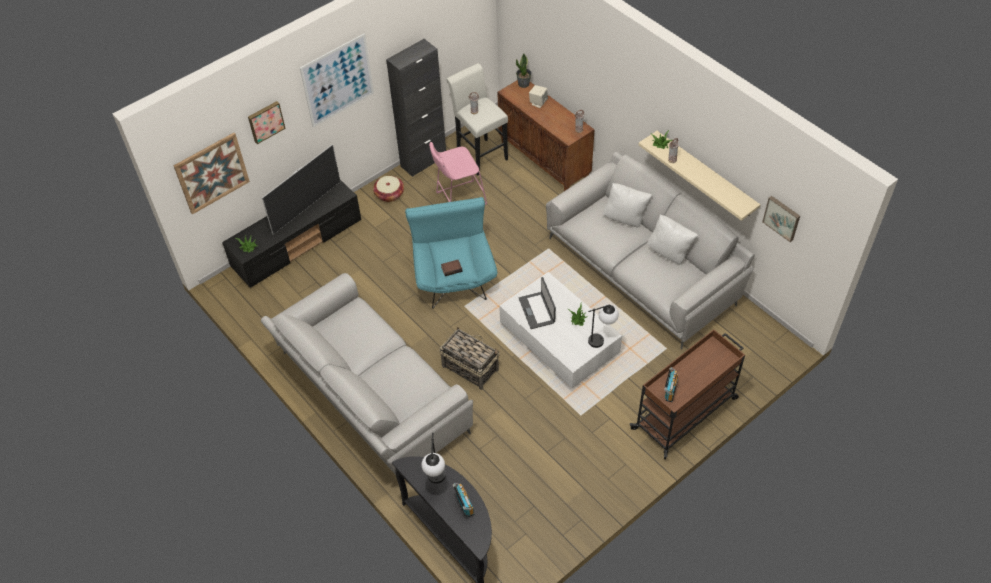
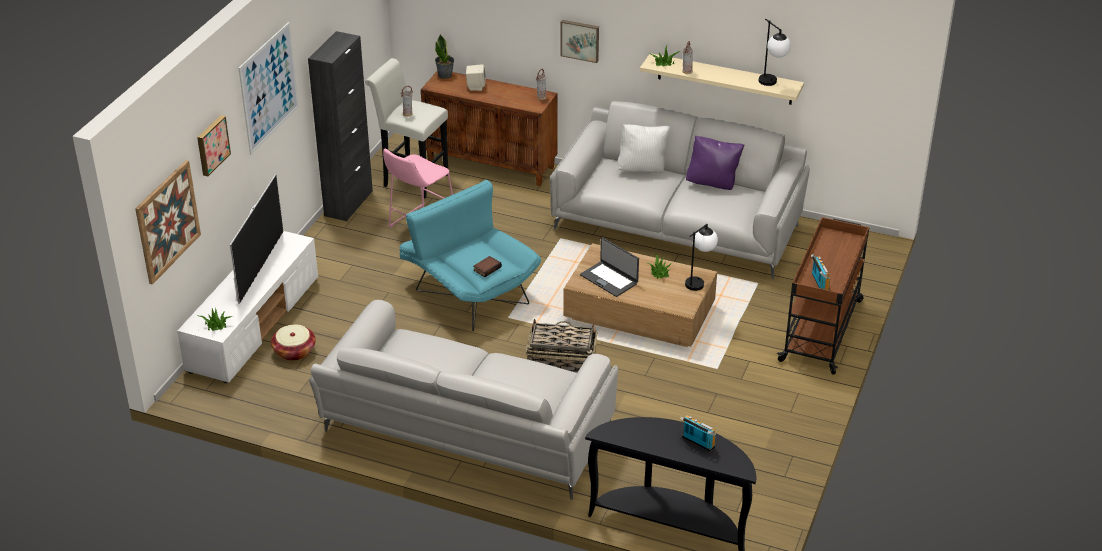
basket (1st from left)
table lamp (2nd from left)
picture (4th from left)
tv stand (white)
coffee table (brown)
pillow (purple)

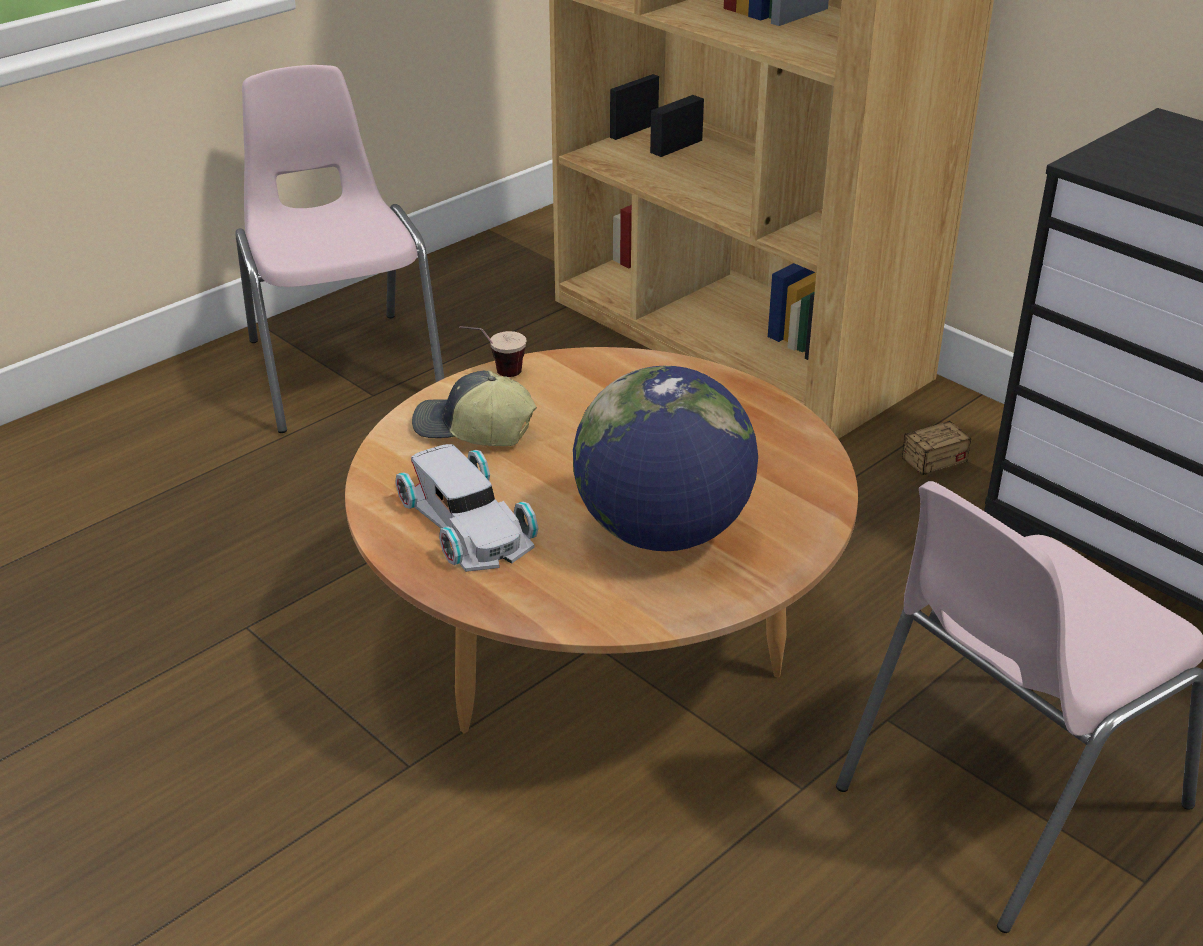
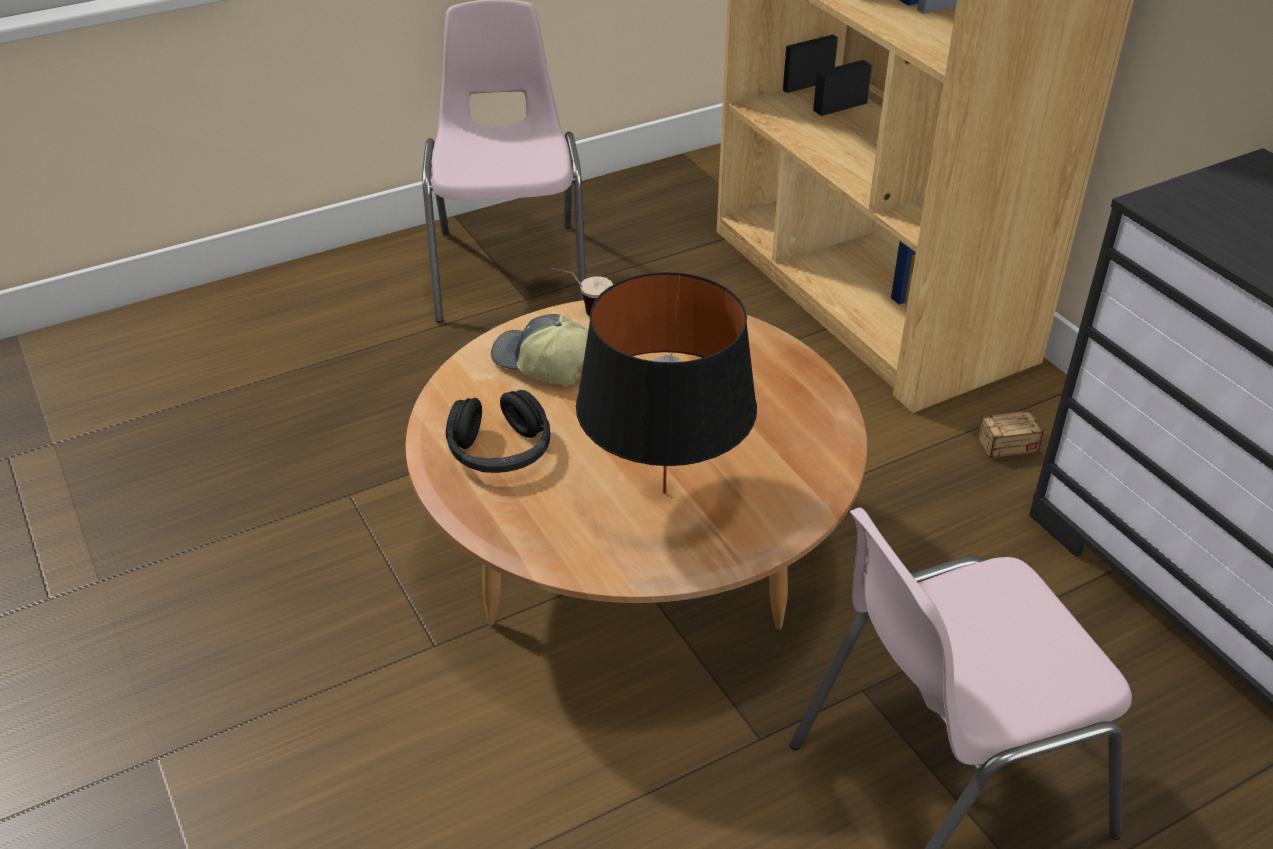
headphones (black)
table lamp (black)

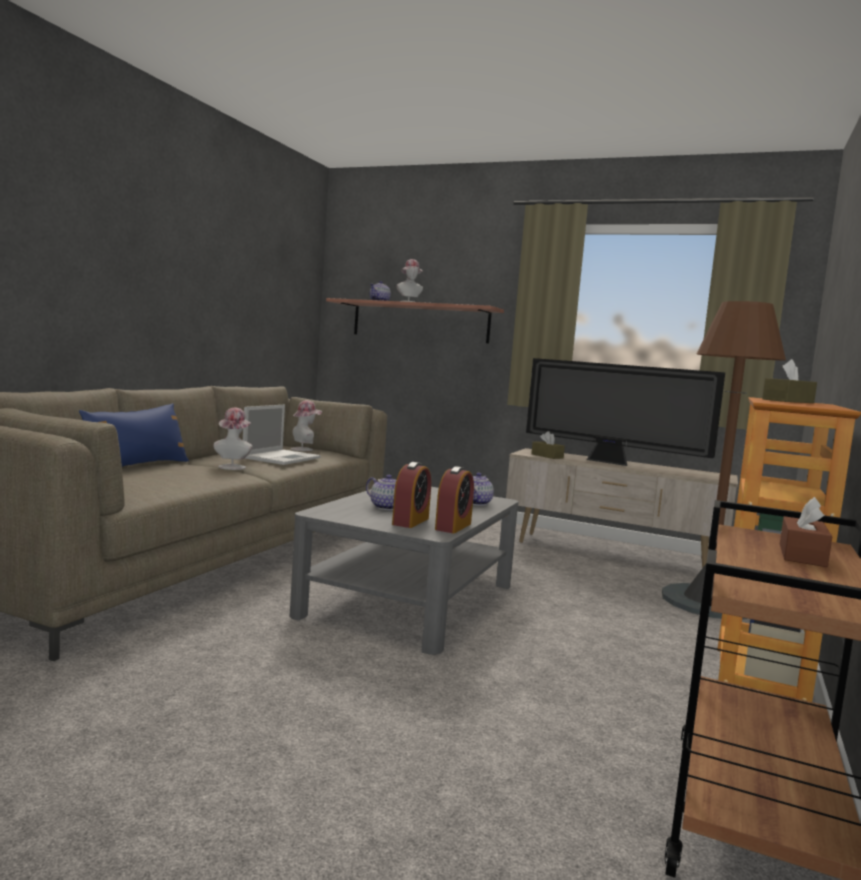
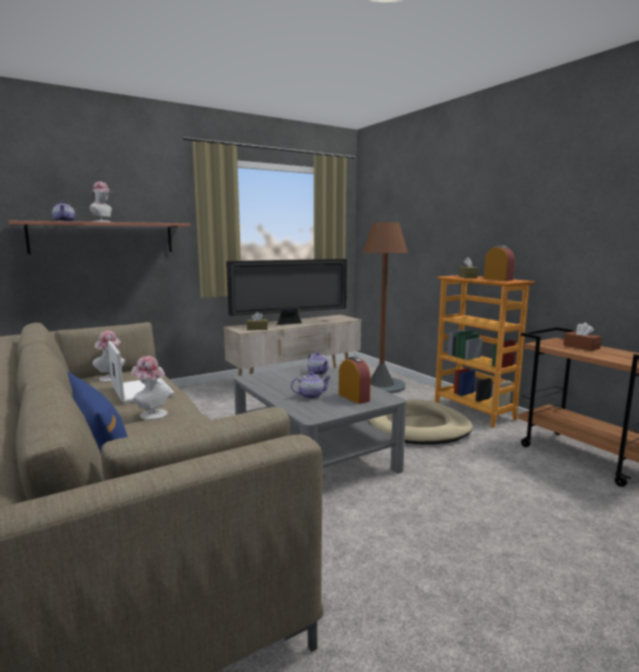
dog bed (beige)
alarm clock (2nd from left)

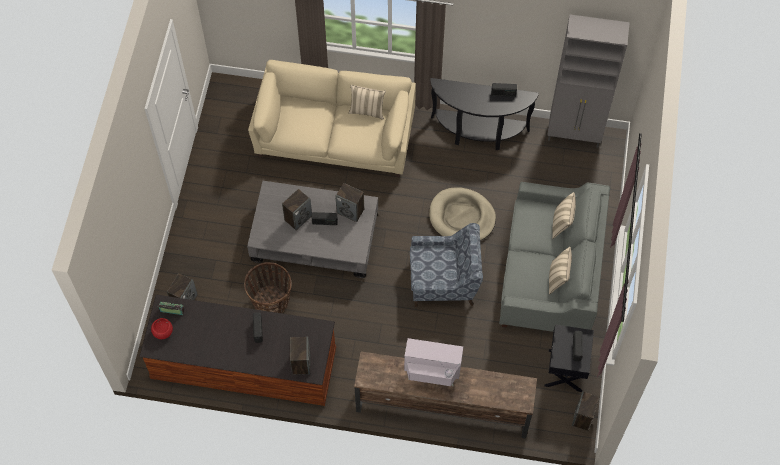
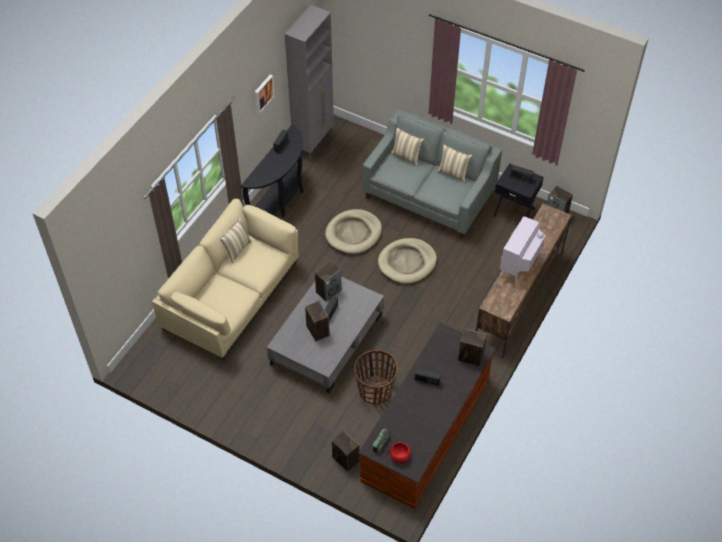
picture
dog bed (beige) (2nd from left)

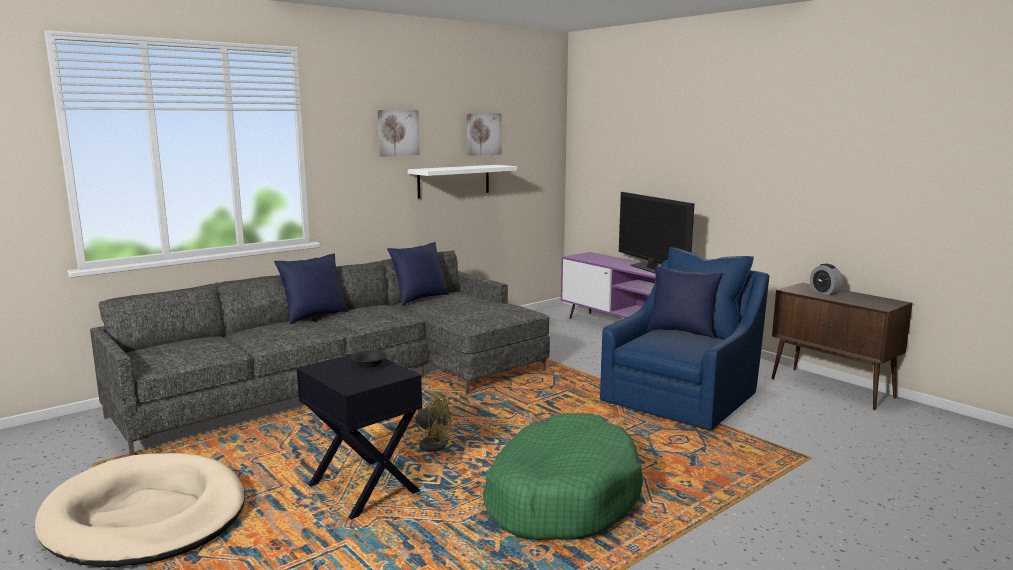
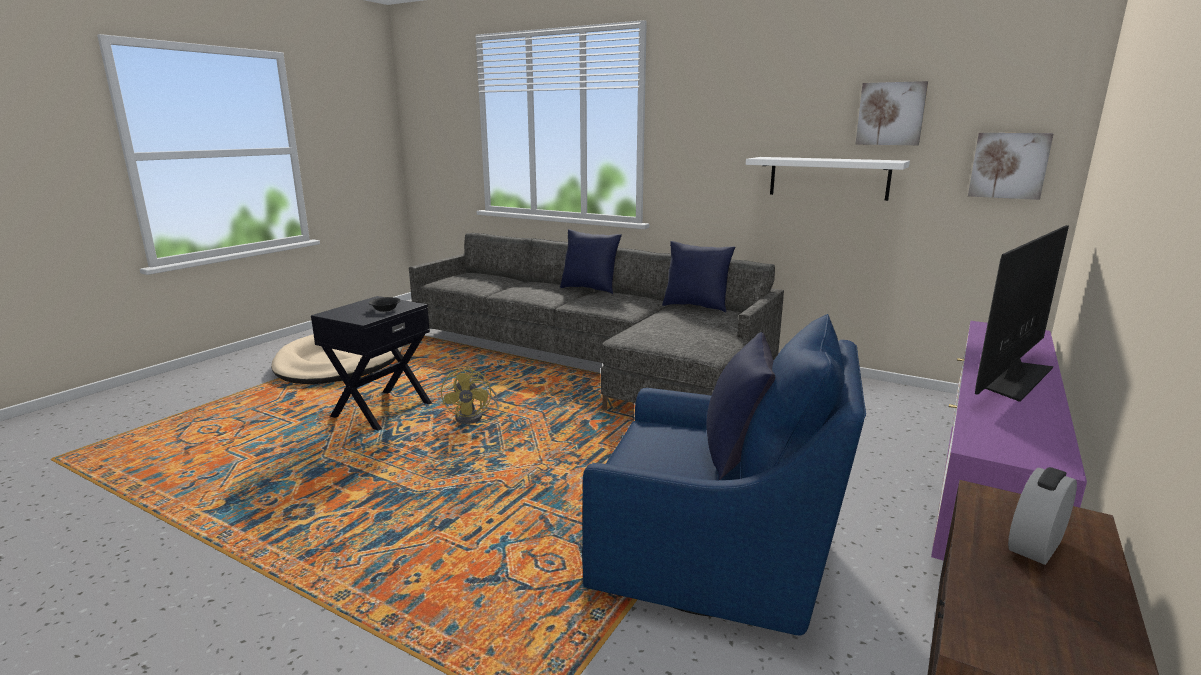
dog bed (green)
picture (2nd from left)

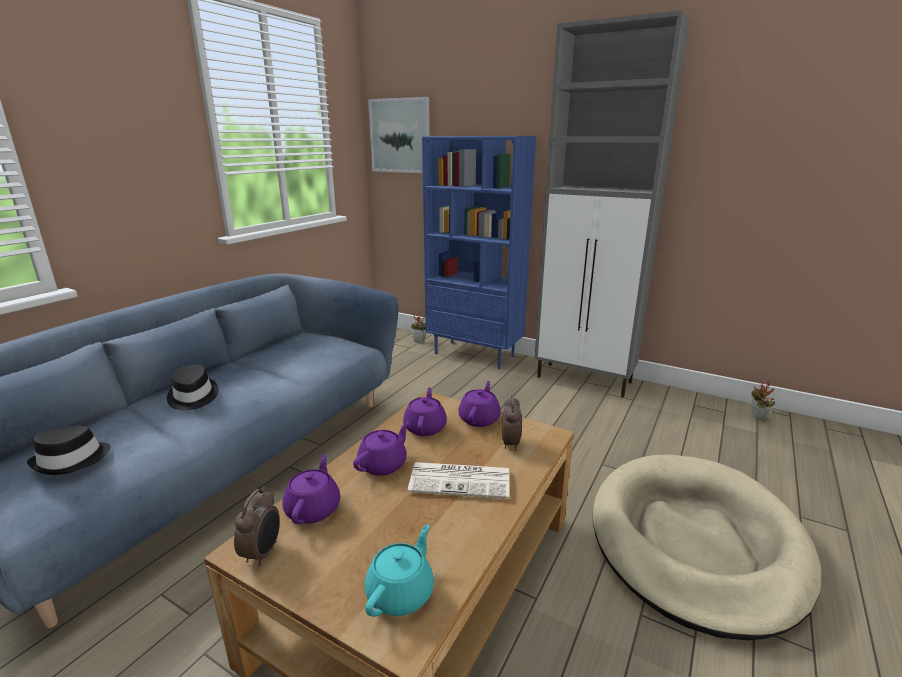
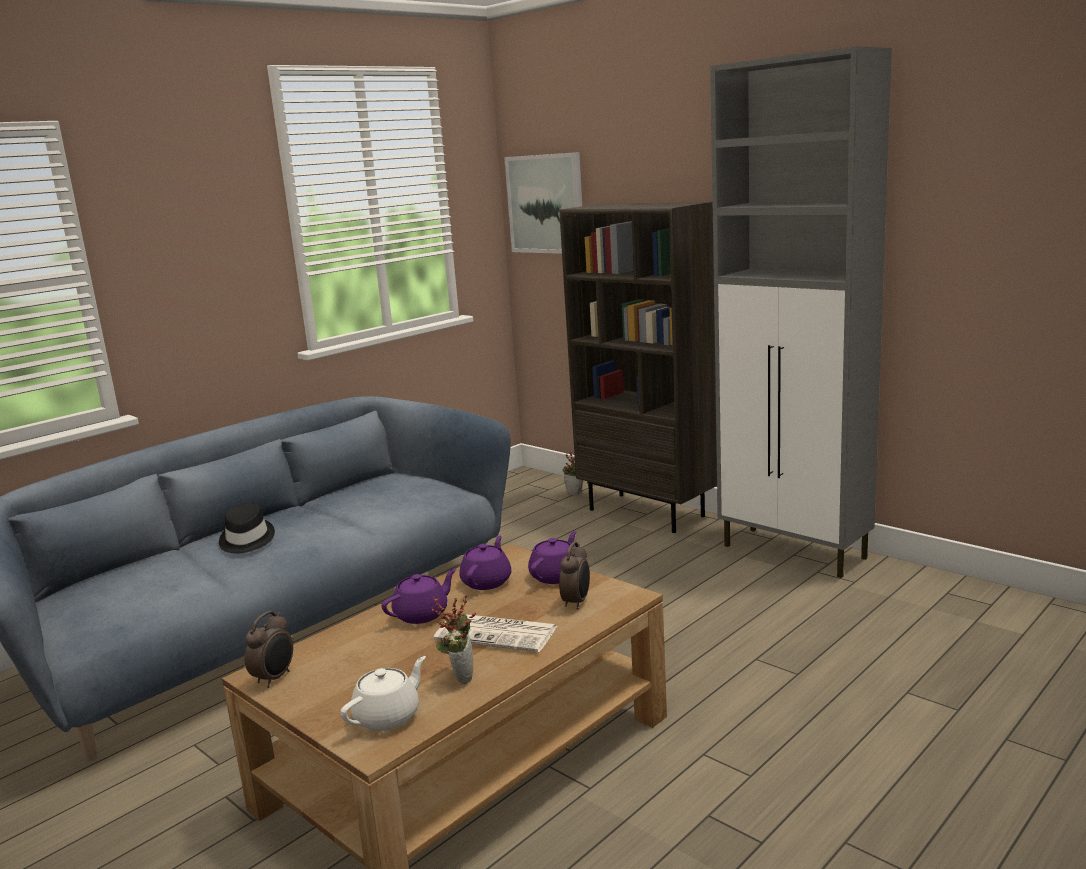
hat (black) (1st from left in the first image)
teapot (purple) (1st from left in the first image)
dog bed (beige)
potted plant (1st from left)
teapot (white)
bookcase (brown)

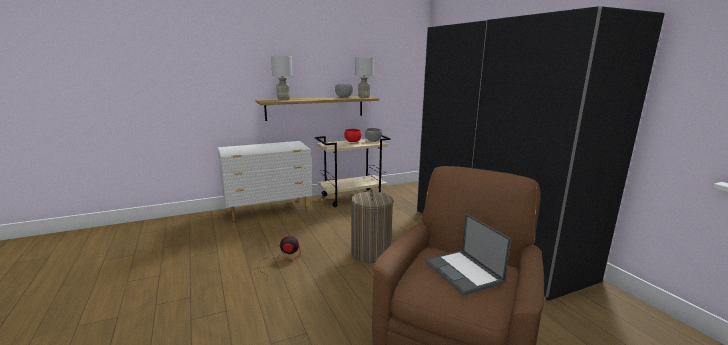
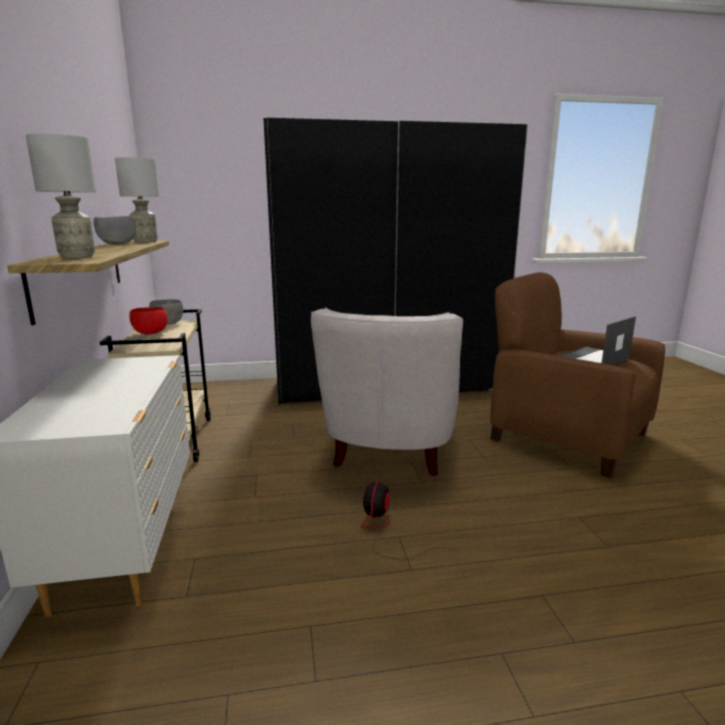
armchair (white)
laptop

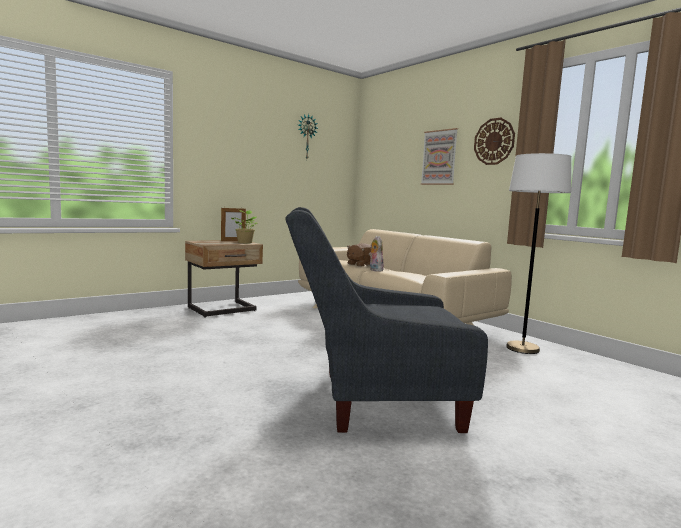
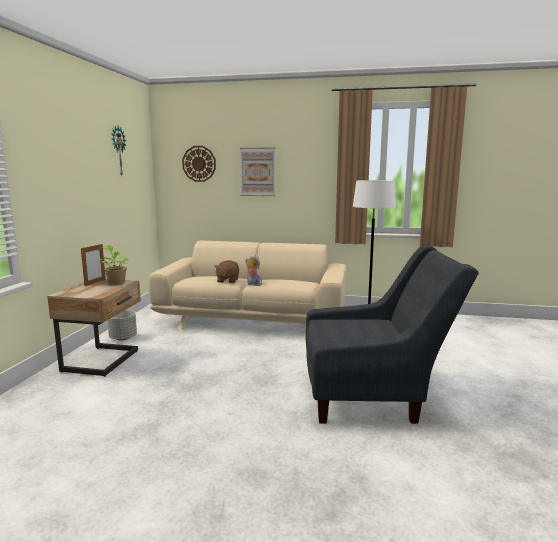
planter (grey)
wall clock (2nd from left)
armchair (grey)

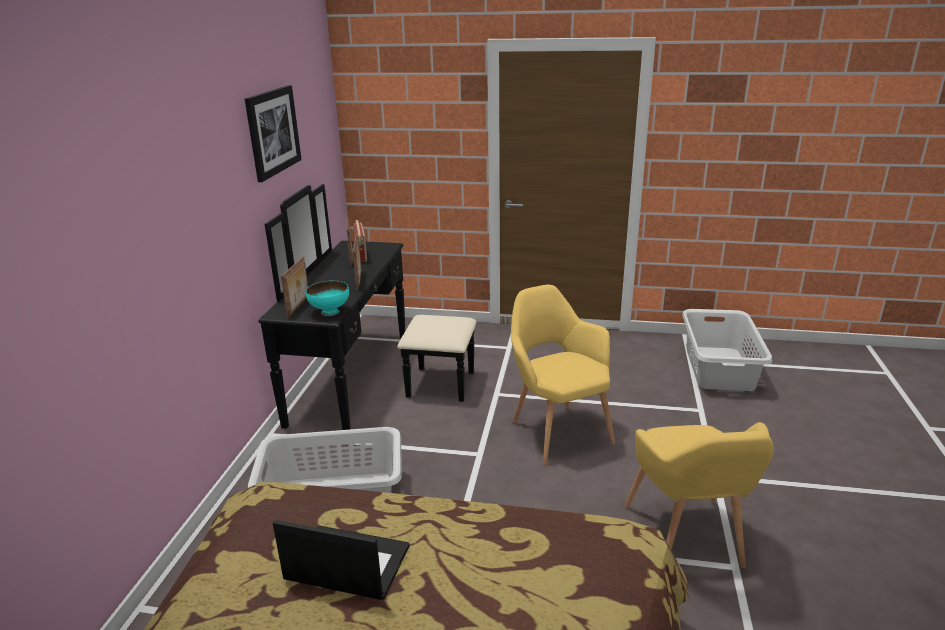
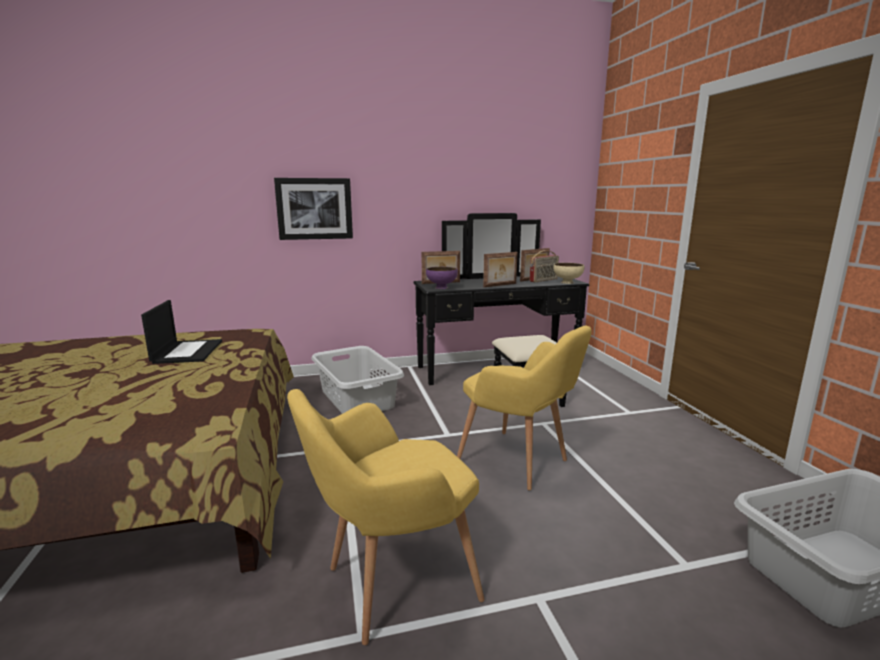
bowl (beige)
picture
bowl (purple)
armchair (yellow) (2nd from left)

